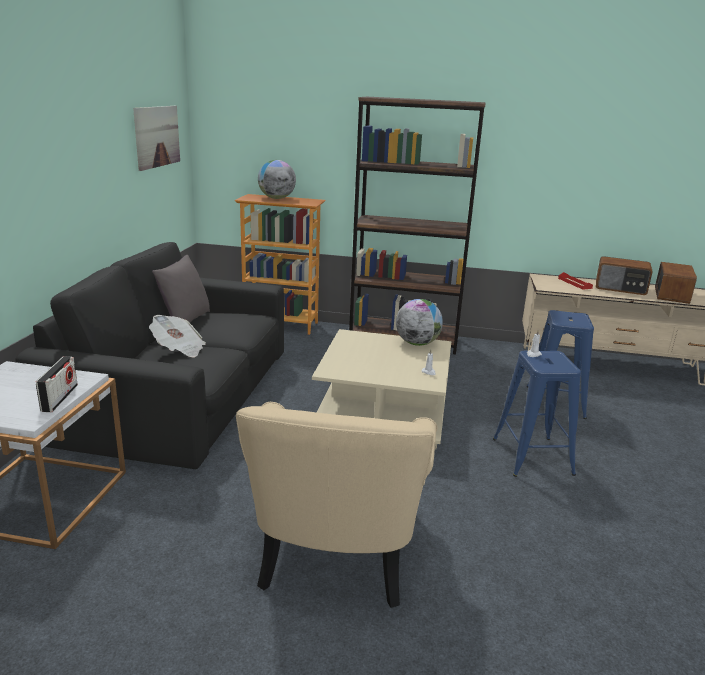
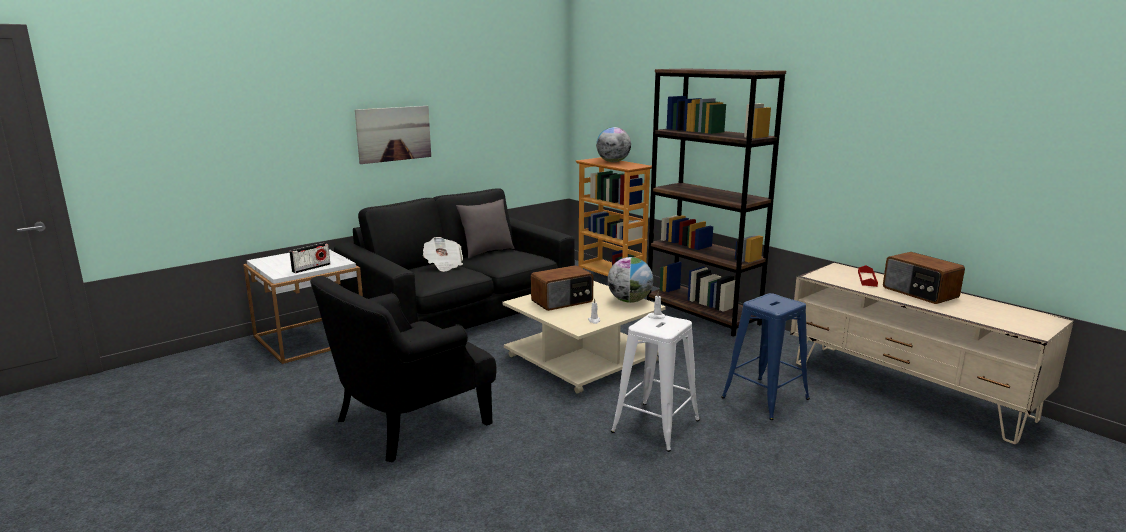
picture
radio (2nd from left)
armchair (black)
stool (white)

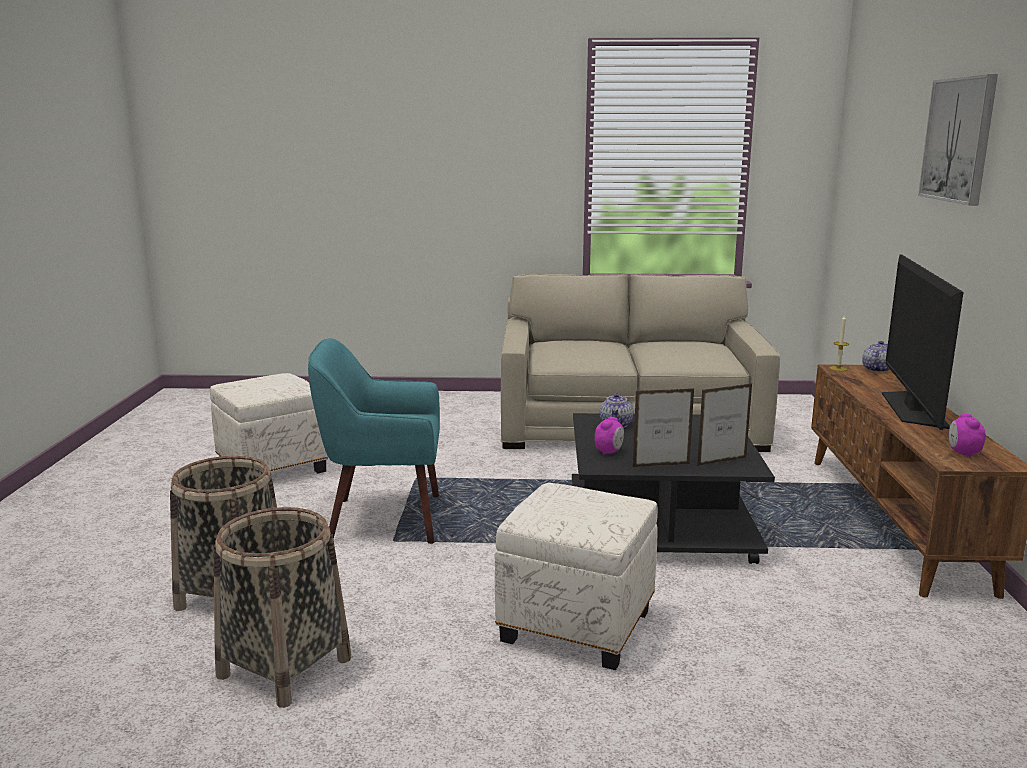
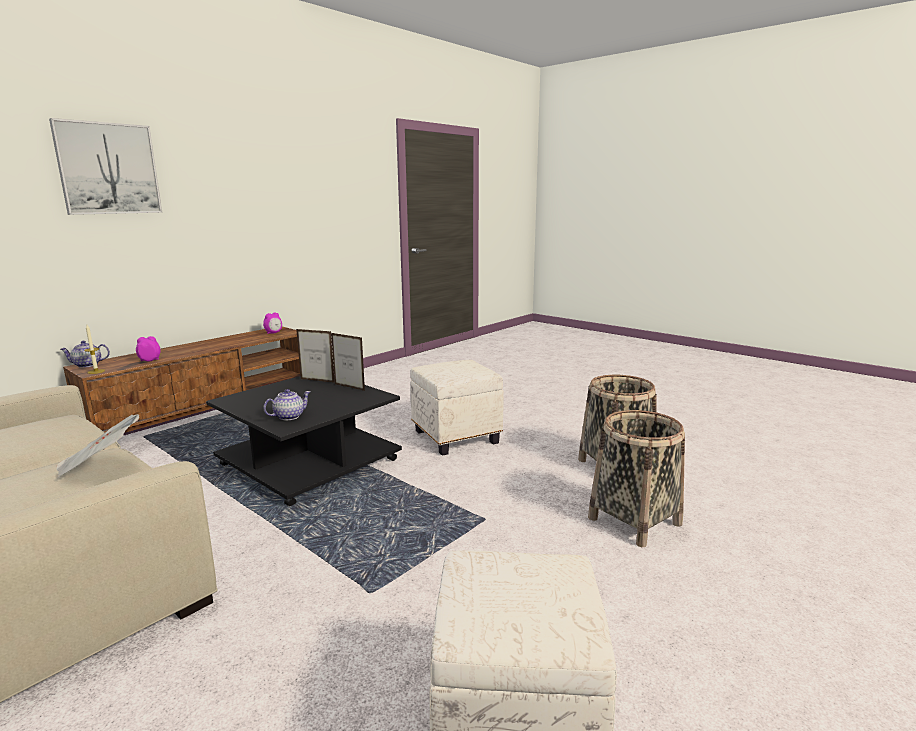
armchair (turquoise)
television
newspaper
alarm clock (1st from left)

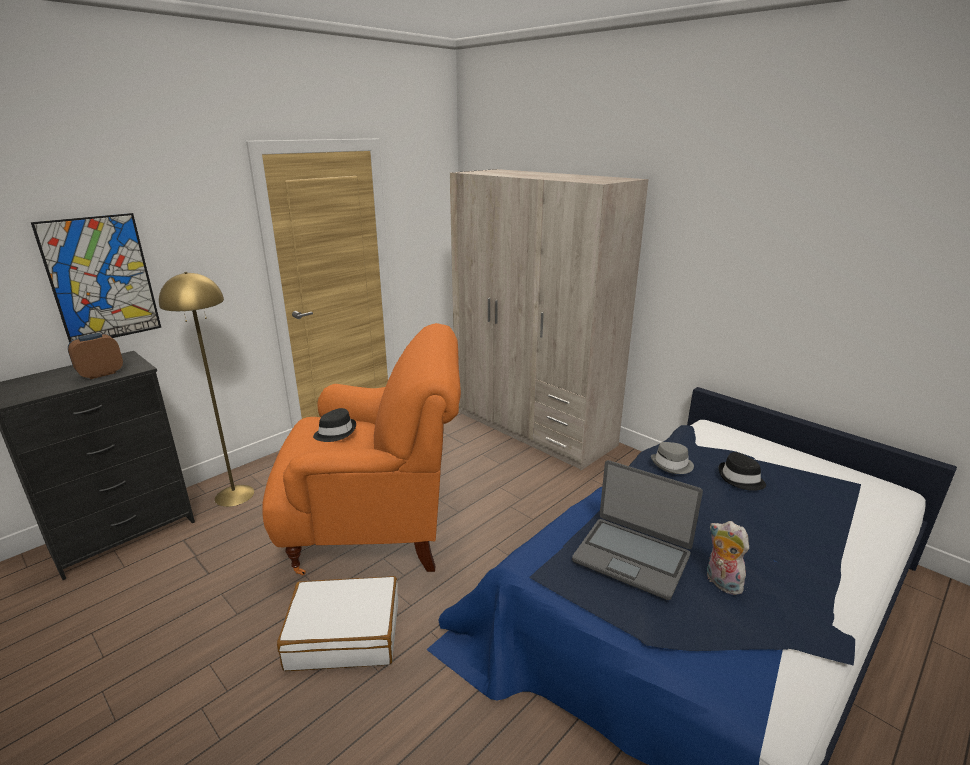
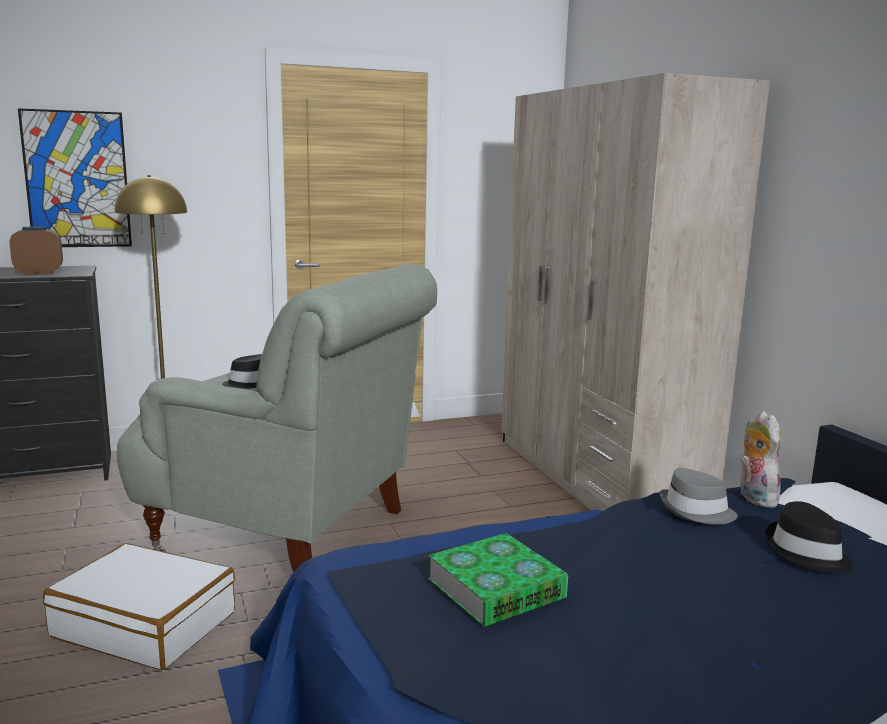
plush toy
book
armchair (grey)

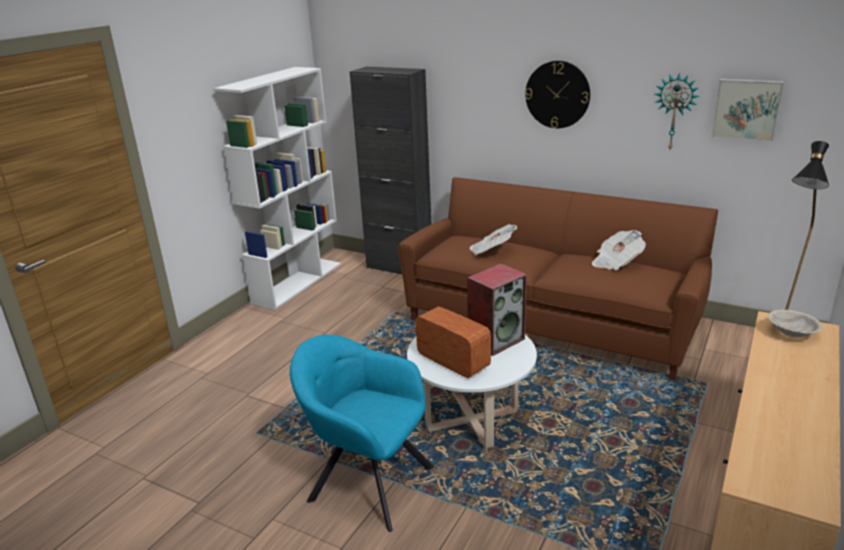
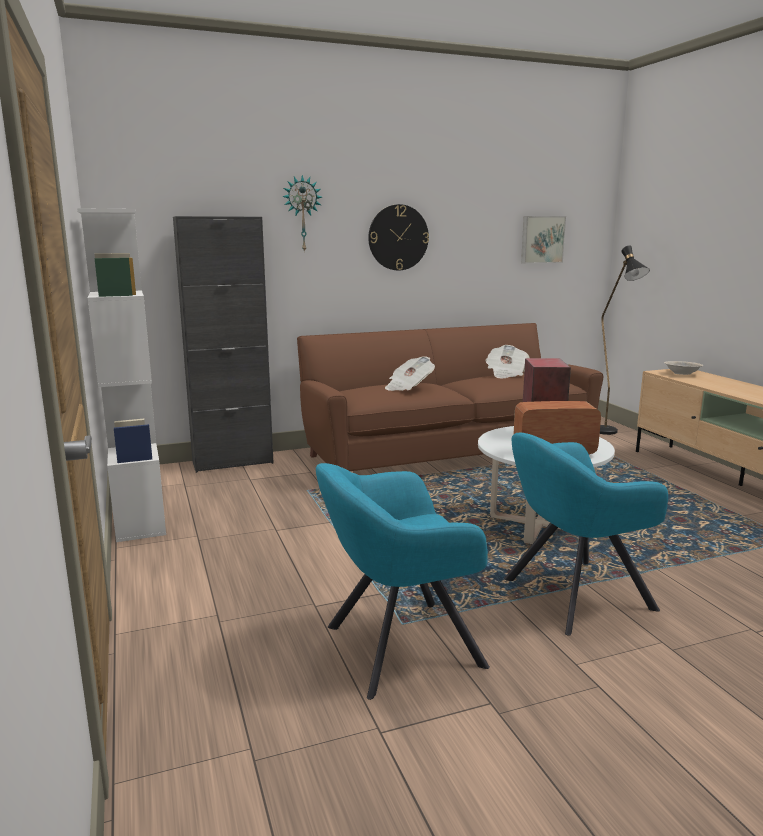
armchair (turquoise) (1st from left)
wall clock (1st from left)

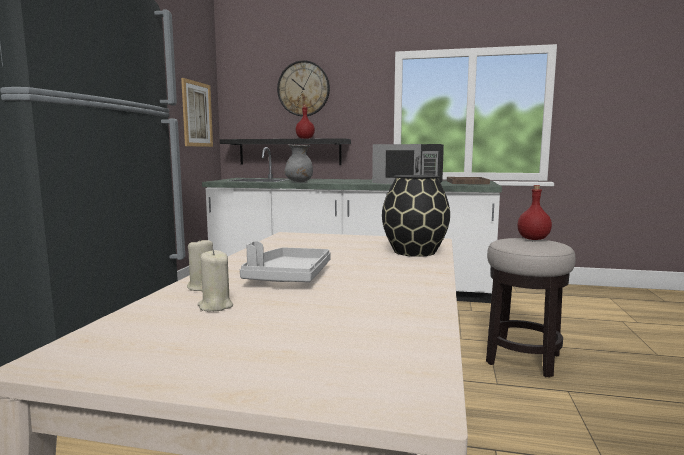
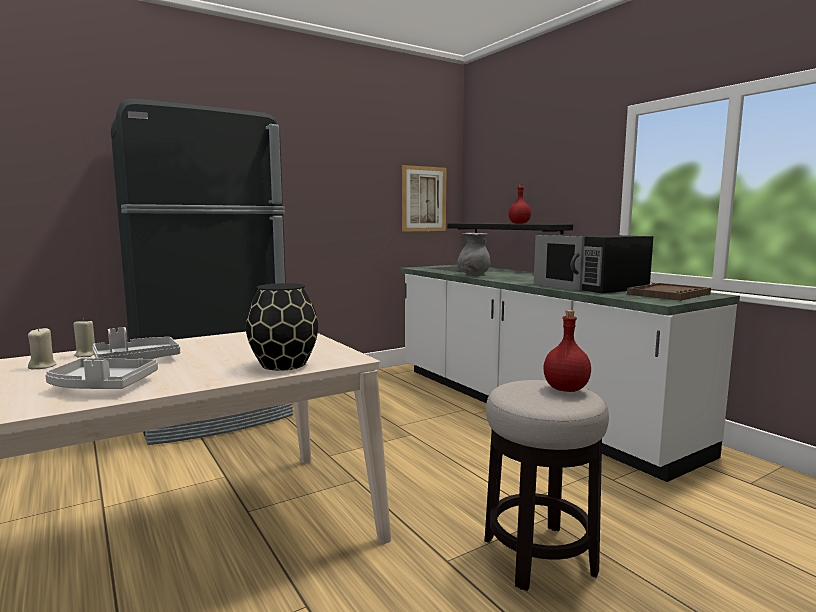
wall clock
tray (grey) (1st from left)

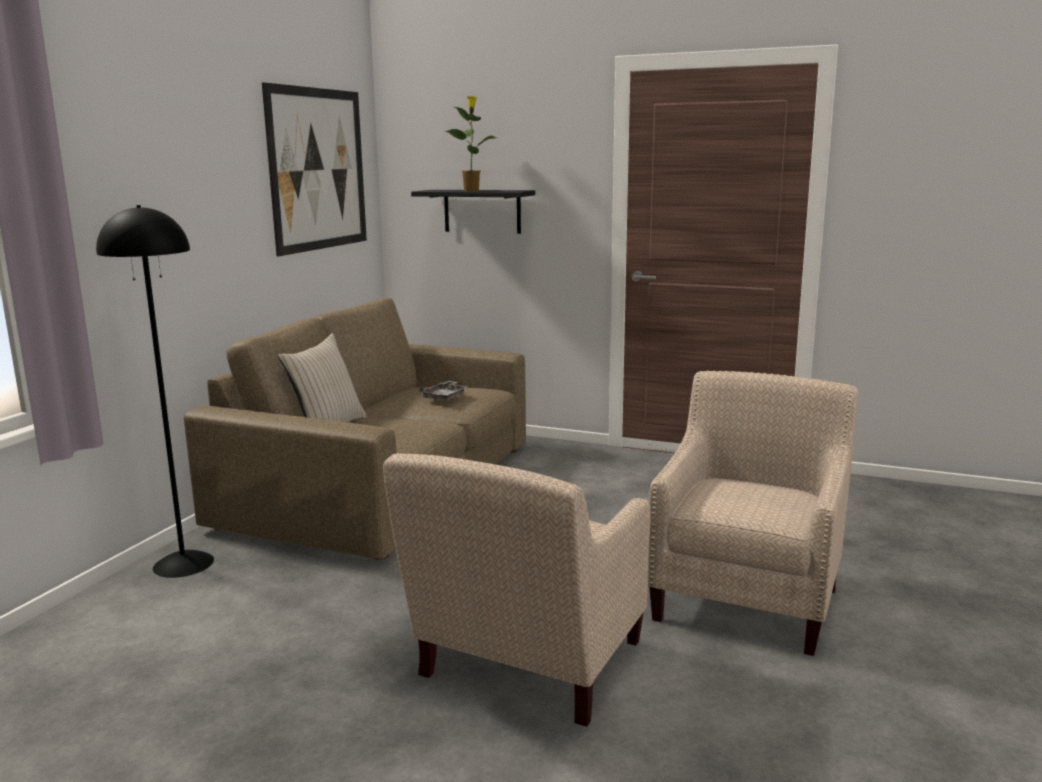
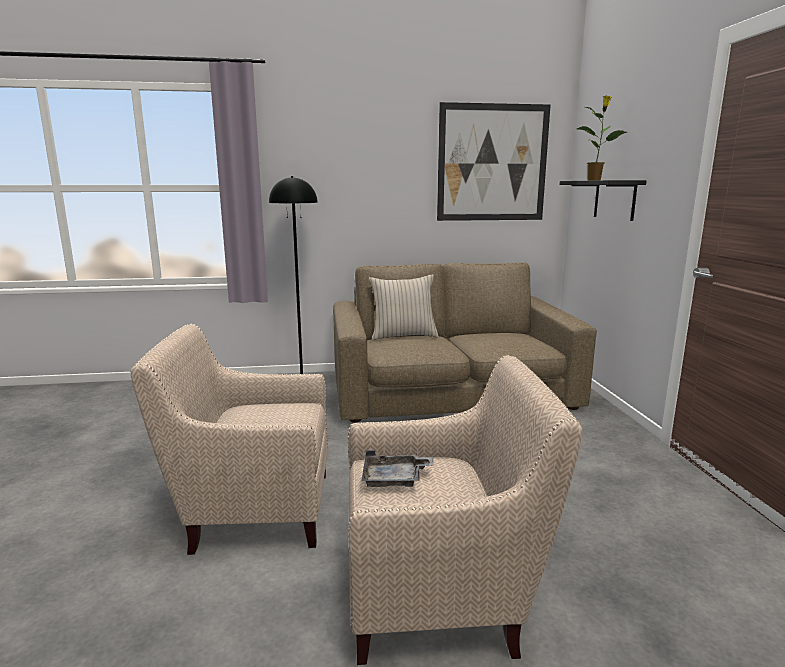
tray (grey)

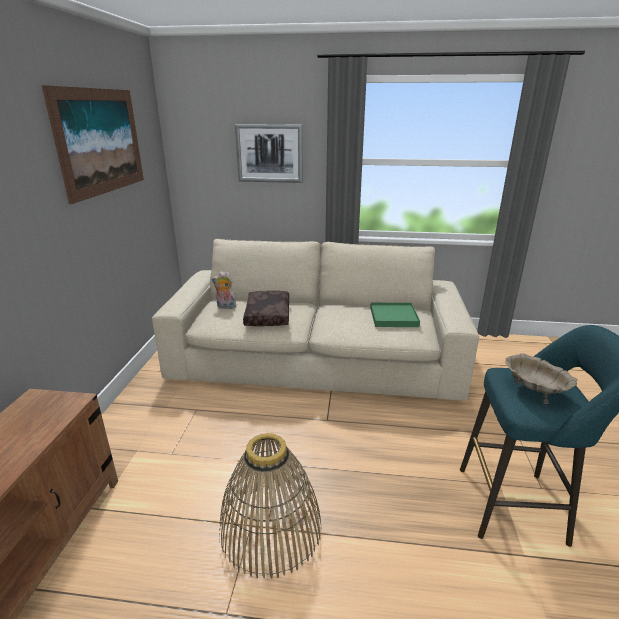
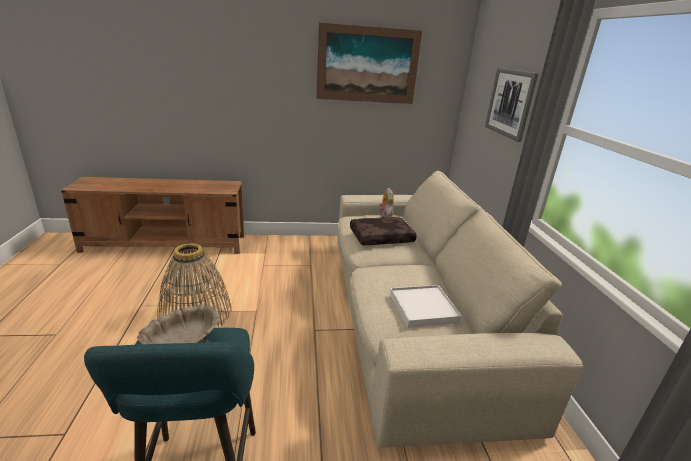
tray (white)

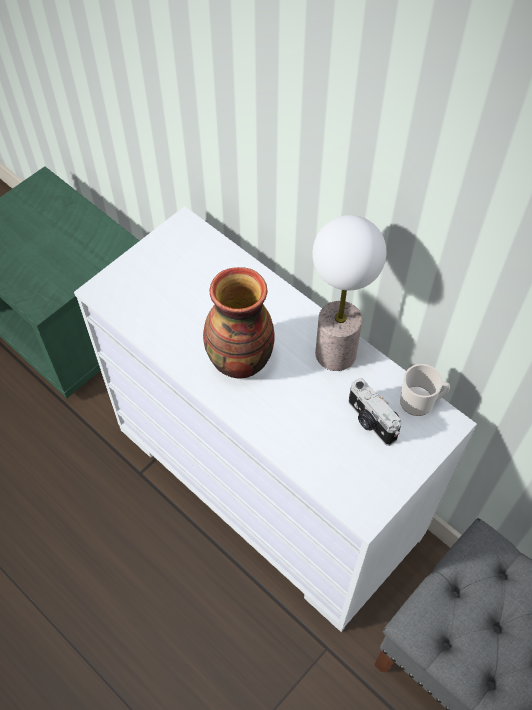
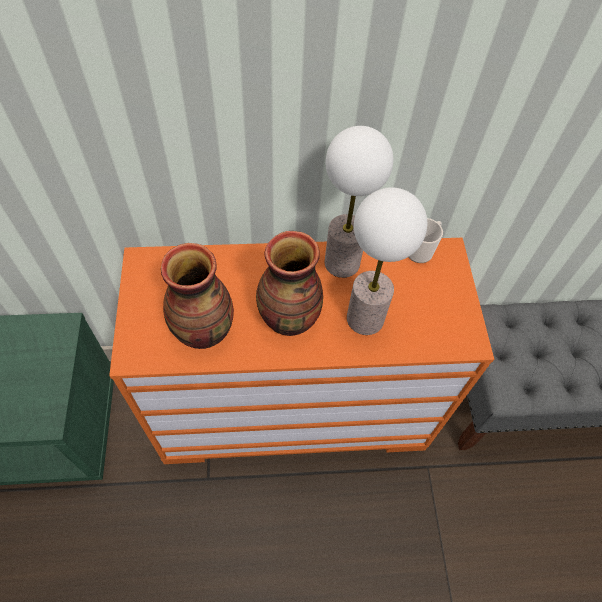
photo camera
vase (1st from left)
table lamp (2nd from left)
dresser (orange)

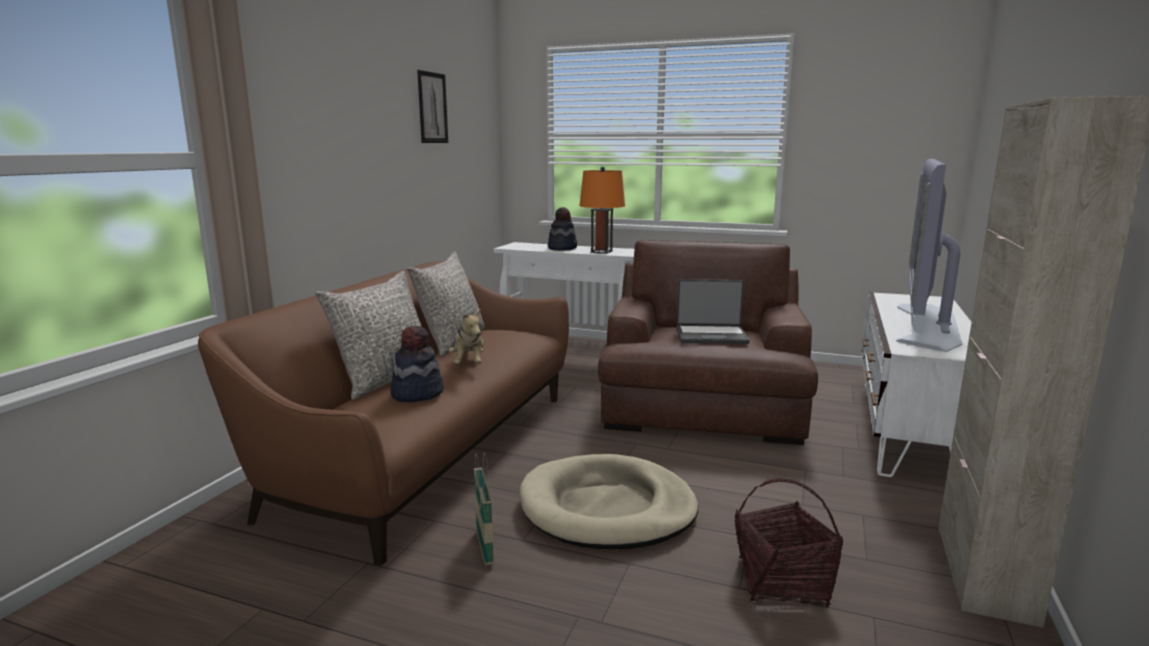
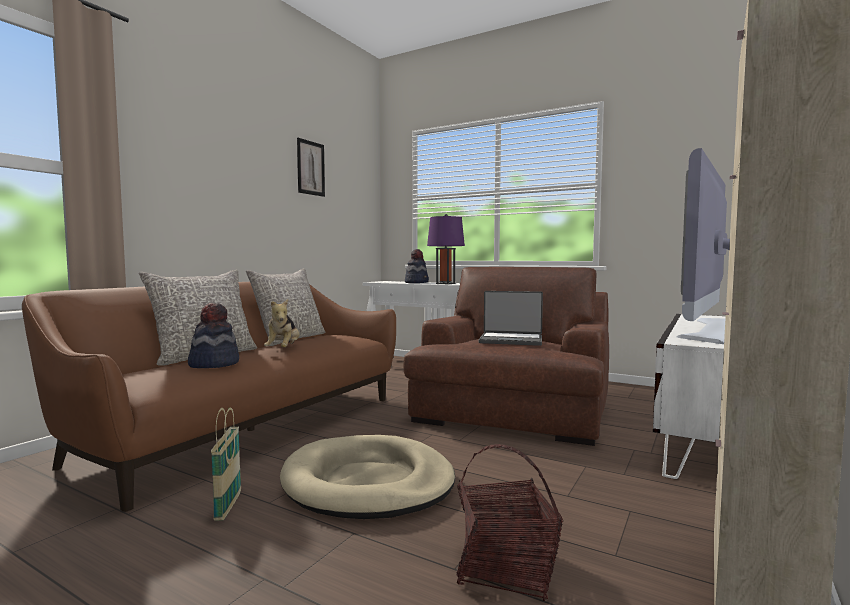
table lamp (purple)

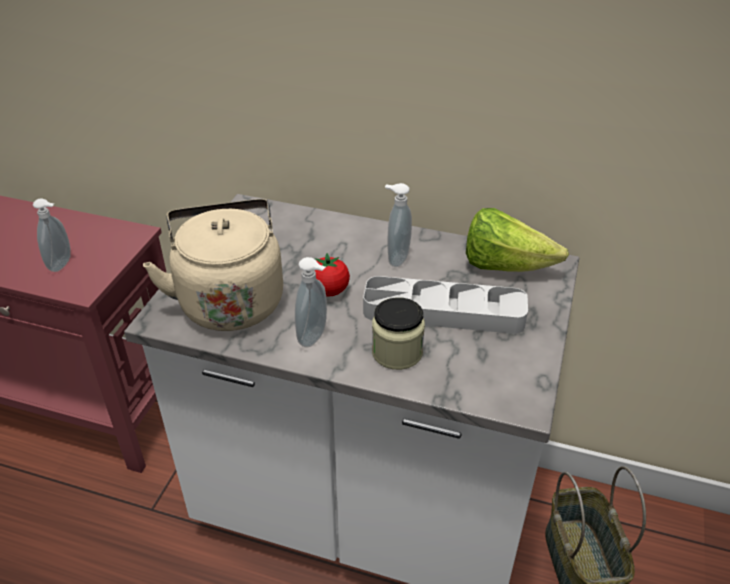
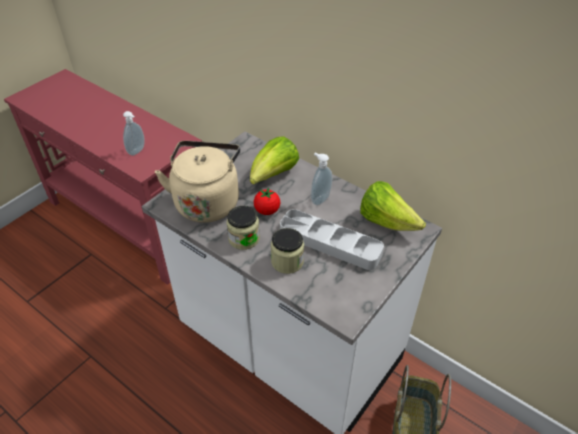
lettuce (1st from left)
jar (1st from left)

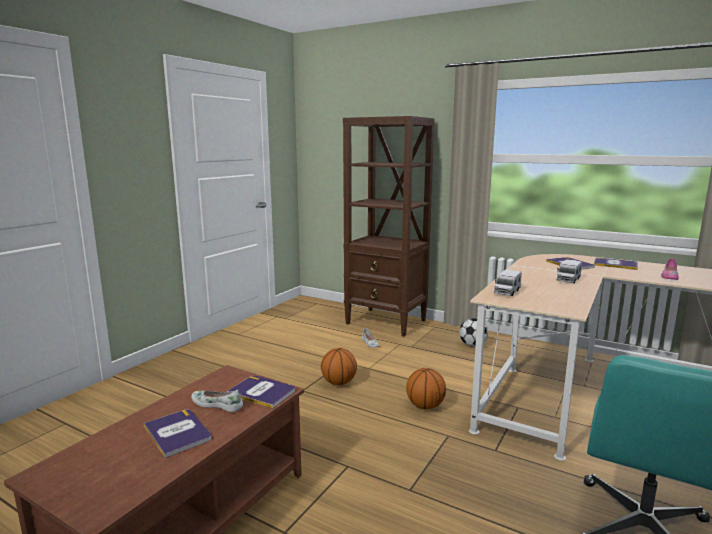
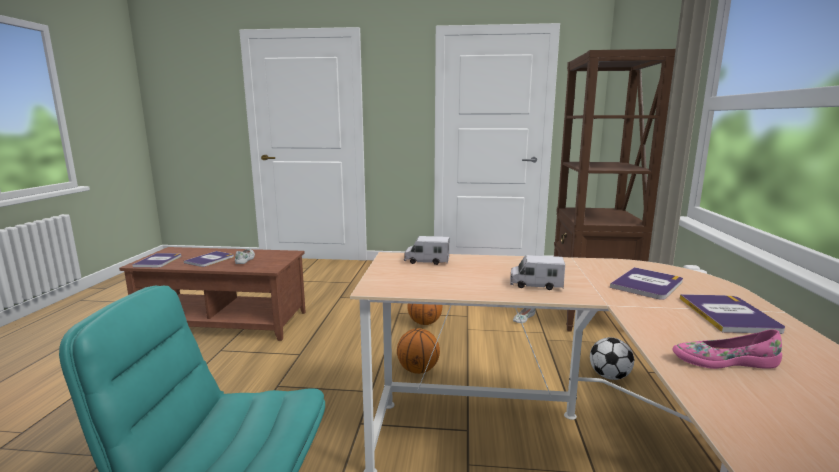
book (1st from left)

